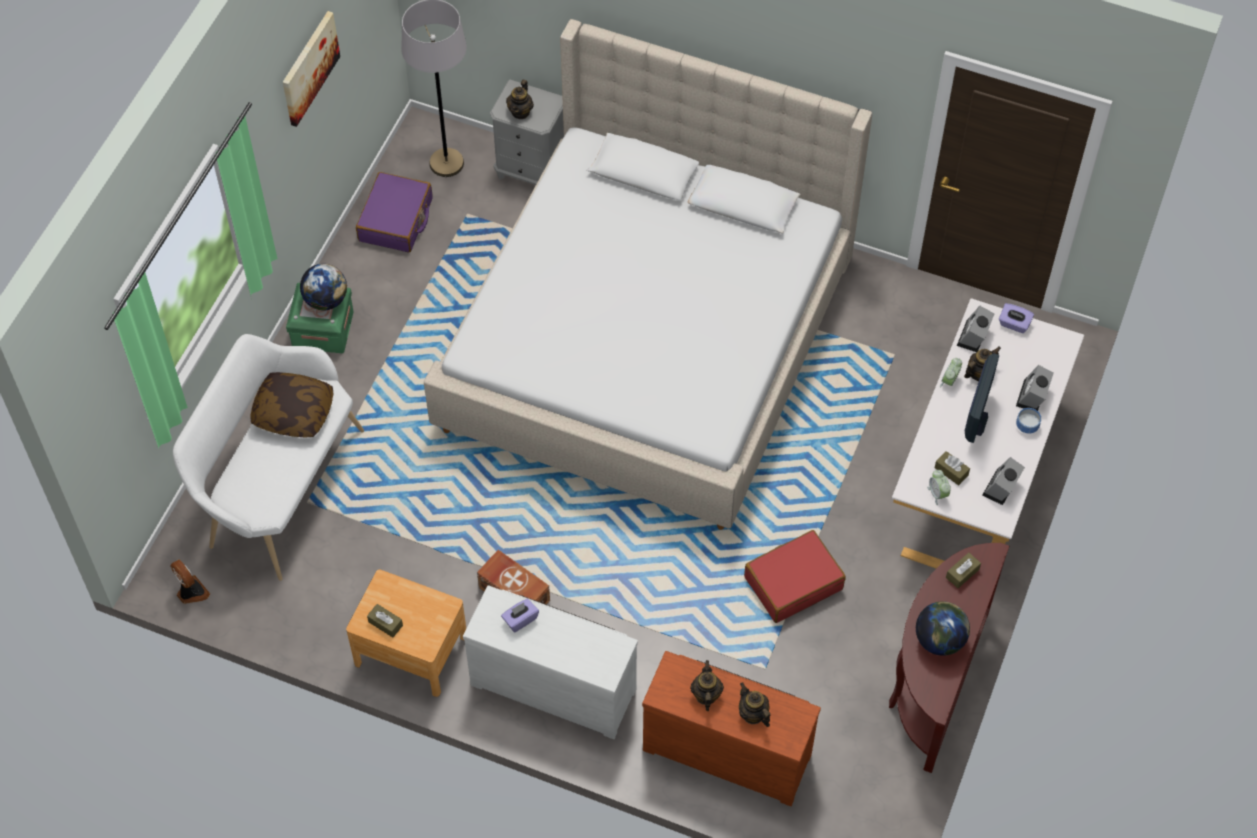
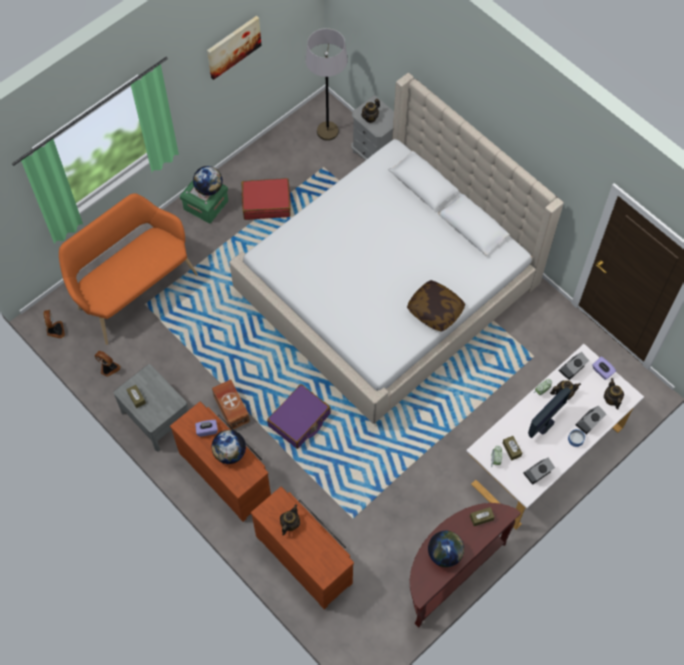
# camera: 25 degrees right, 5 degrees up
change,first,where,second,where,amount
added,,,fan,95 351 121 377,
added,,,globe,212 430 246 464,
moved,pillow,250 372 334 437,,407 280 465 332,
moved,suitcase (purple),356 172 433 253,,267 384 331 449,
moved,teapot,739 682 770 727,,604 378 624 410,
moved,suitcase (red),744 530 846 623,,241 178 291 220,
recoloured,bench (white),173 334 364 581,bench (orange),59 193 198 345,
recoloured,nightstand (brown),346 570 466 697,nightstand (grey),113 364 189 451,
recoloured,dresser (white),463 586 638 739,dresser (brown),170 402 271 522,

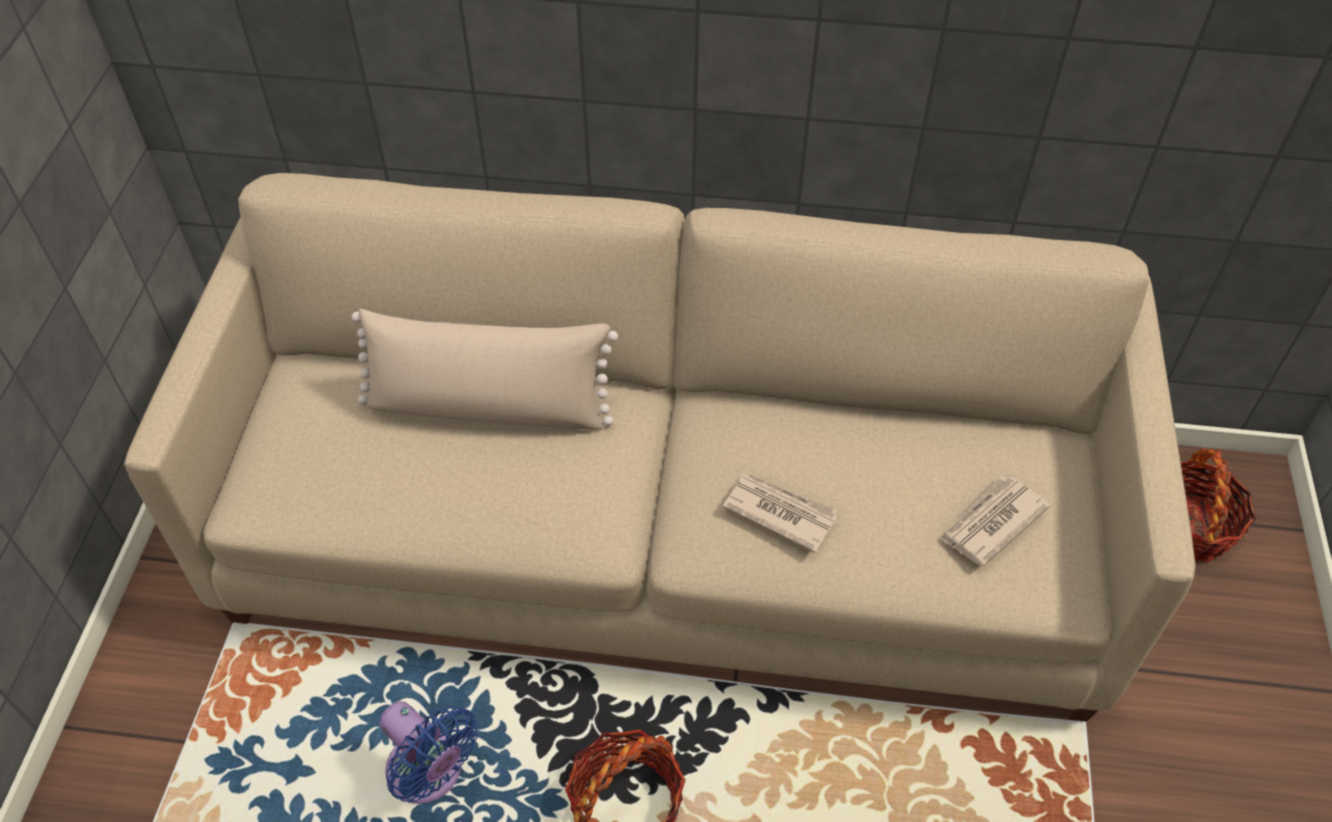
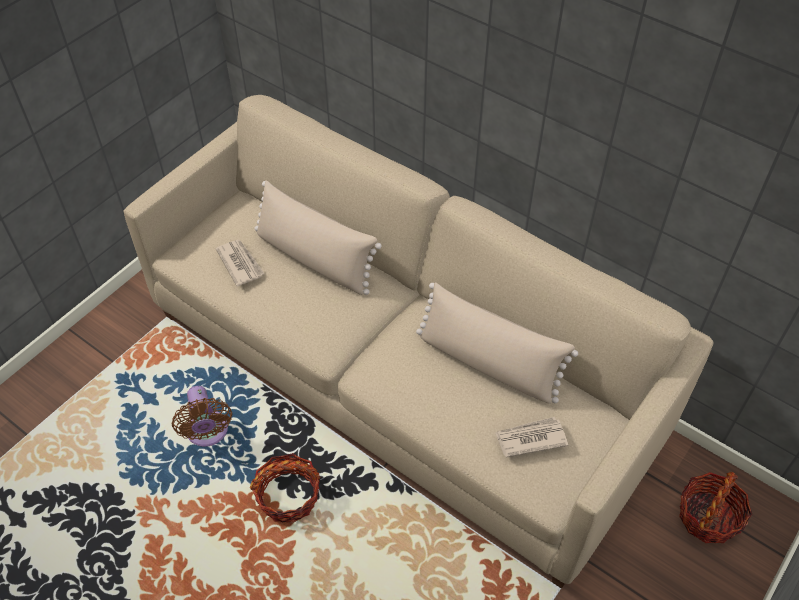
# camera: 30 degrees right, 0 degrees up
change,first,where,second,where,amount
added,,,pillow (beige),416 282 578 404,
moved,newspaper,723 473 838 553,,216 240 265 286,
recoloured,fan (blue),379 701 478 804,fan (brown),172 386 232 447,

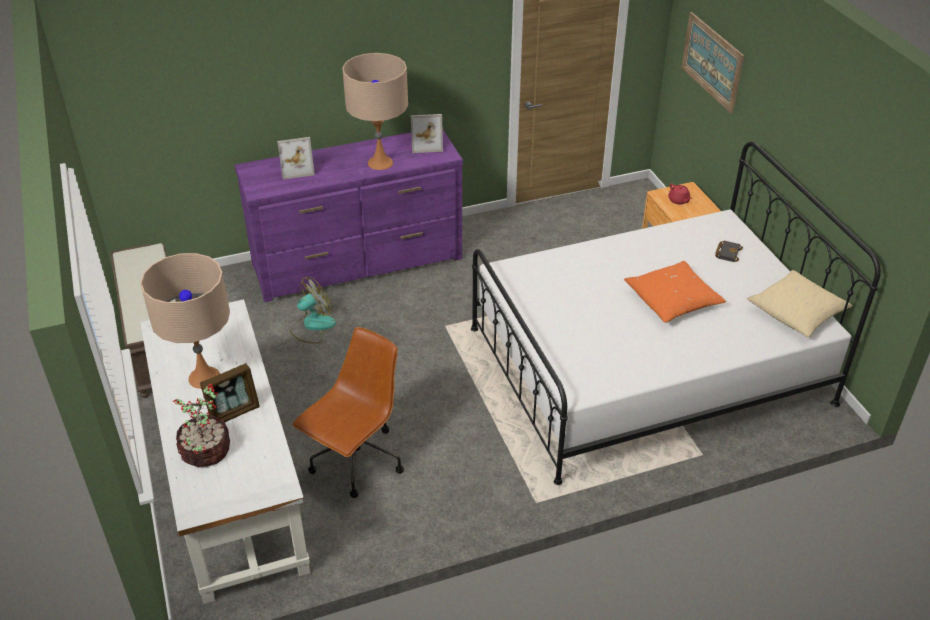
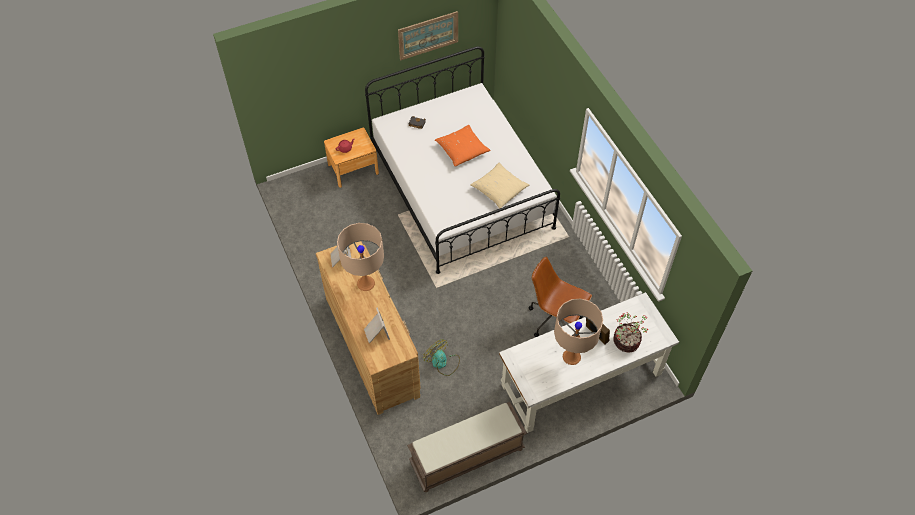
# camera: 95 degrees left, 15 degrees up
change,first,where,second,where,amount
moved,picture,681 12 744 113,,398 11 458 60,
moved,pillow (beige),747 270 853 337,,471 163 529 208,
recoloured,dresser (purple),235 129 463 302,dresser (brown),316 241 421 415,

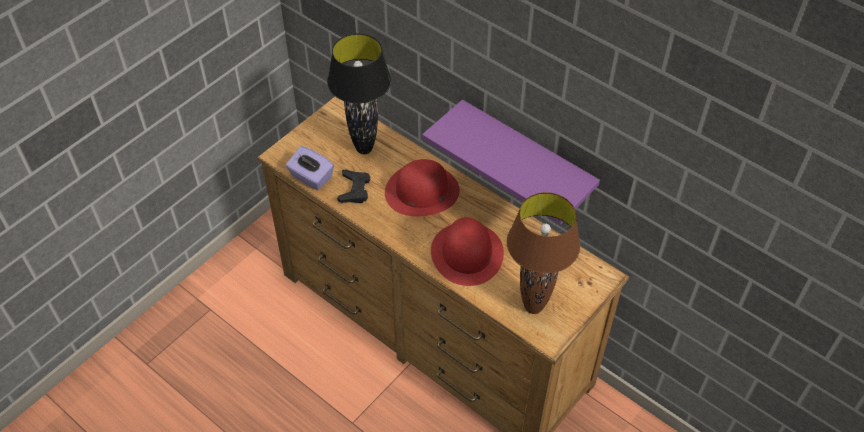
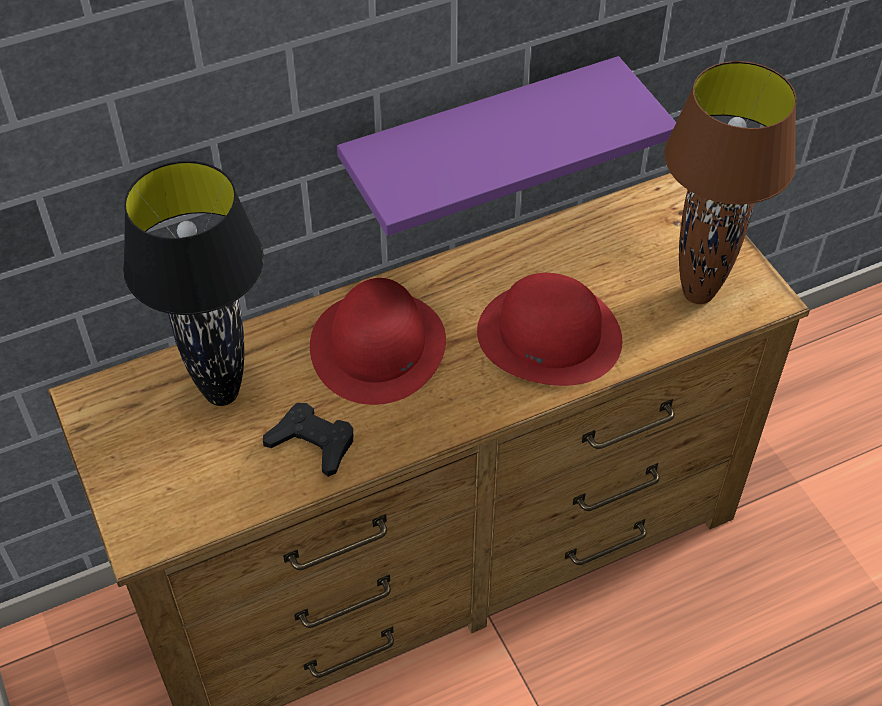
# camera: 65 degrees left, 0 degrees up
change,first,where,second,where,amount
removed,tissue box (purple),286 146 334 190,,,

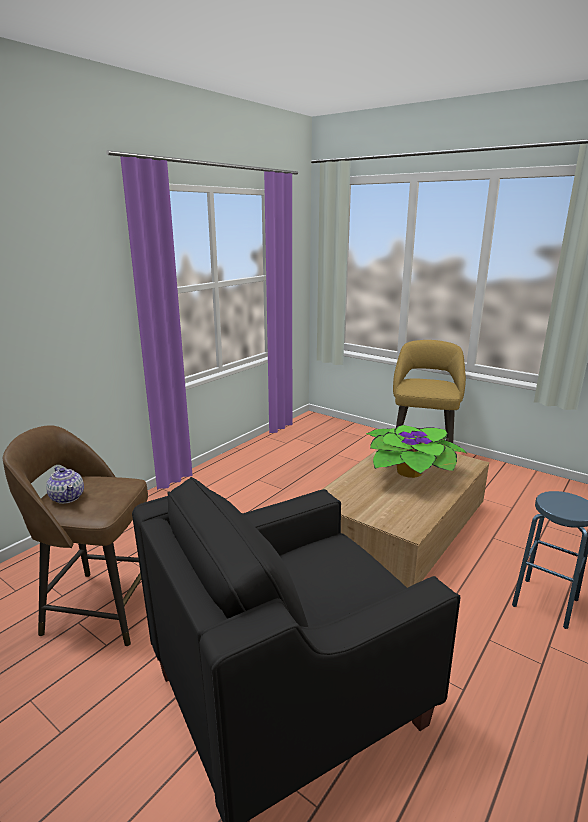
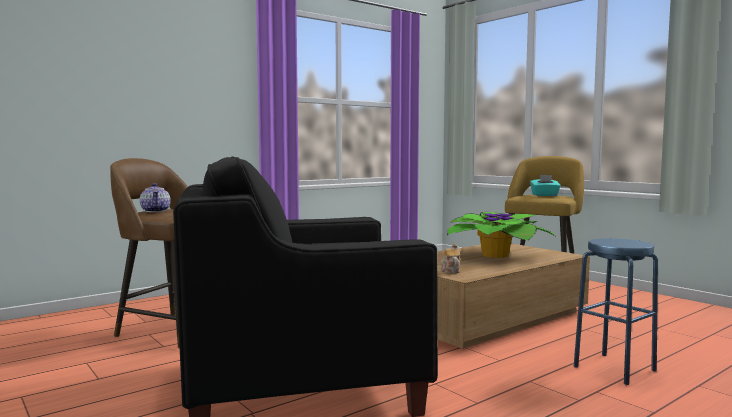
# camera: 15 degrees right, 15 degrees down
change,first,where,second,where,amount
added,,,teapot,440 243 461 273,
added,,,tissue box (turquoise),530 175 561 196,

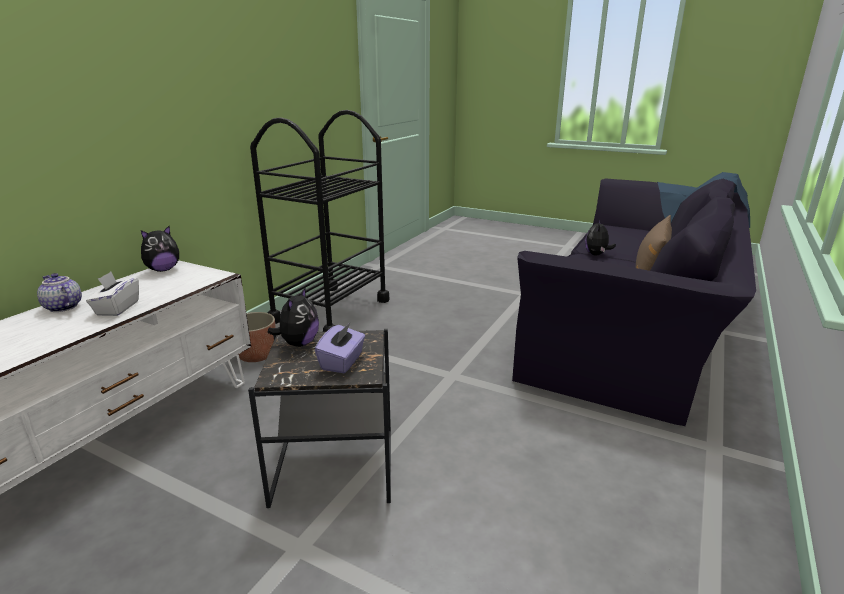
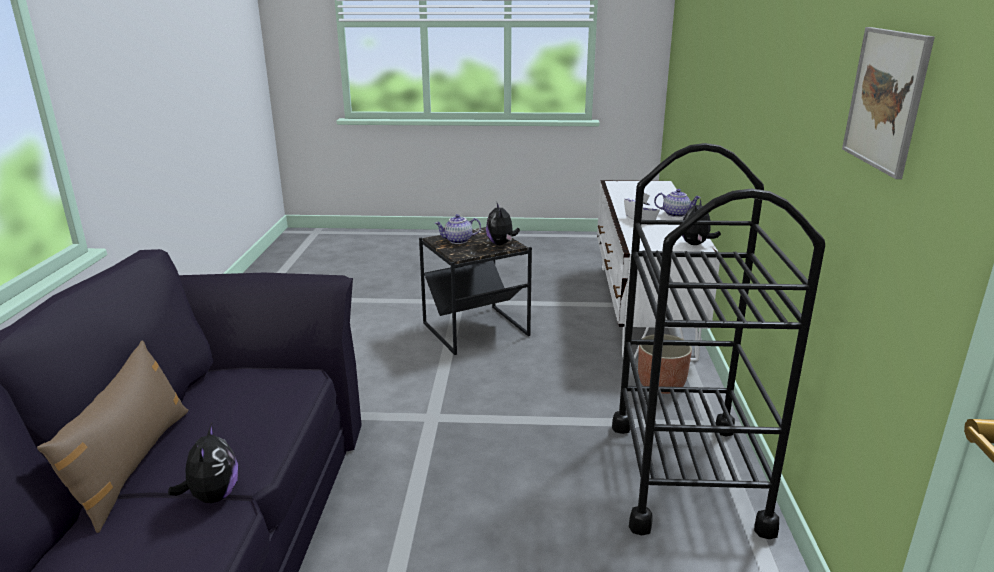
# camera: 155 degrees right, 0 degrees up
change,first,where,second,where,amount
added,,,picture,842 27 935 179,
replaced,tissue box (purple),315 322 365 373,teapot,435 214 481 244,

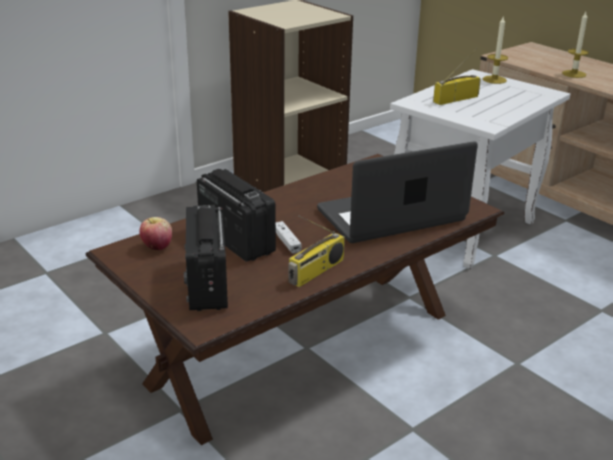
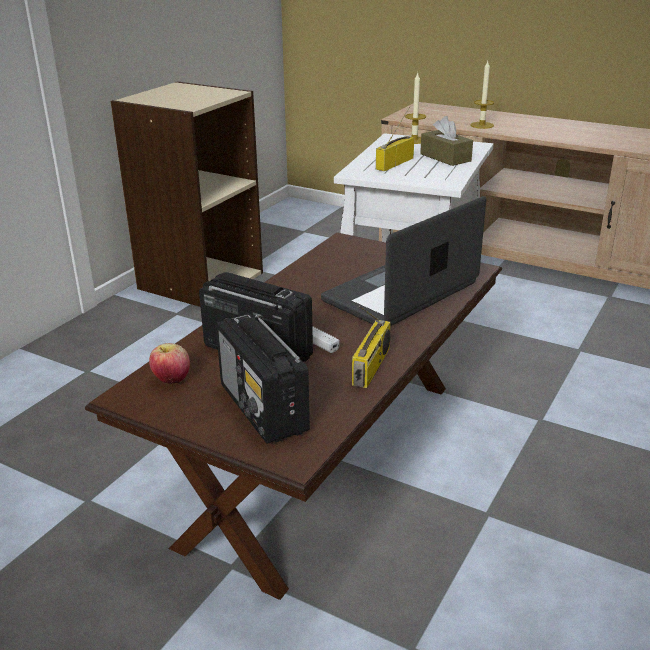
# camera: 20 degrees left, 0 degrees up
change,first,where,second,where,amount
added,,,tissue box (brown),420 116 473 166,

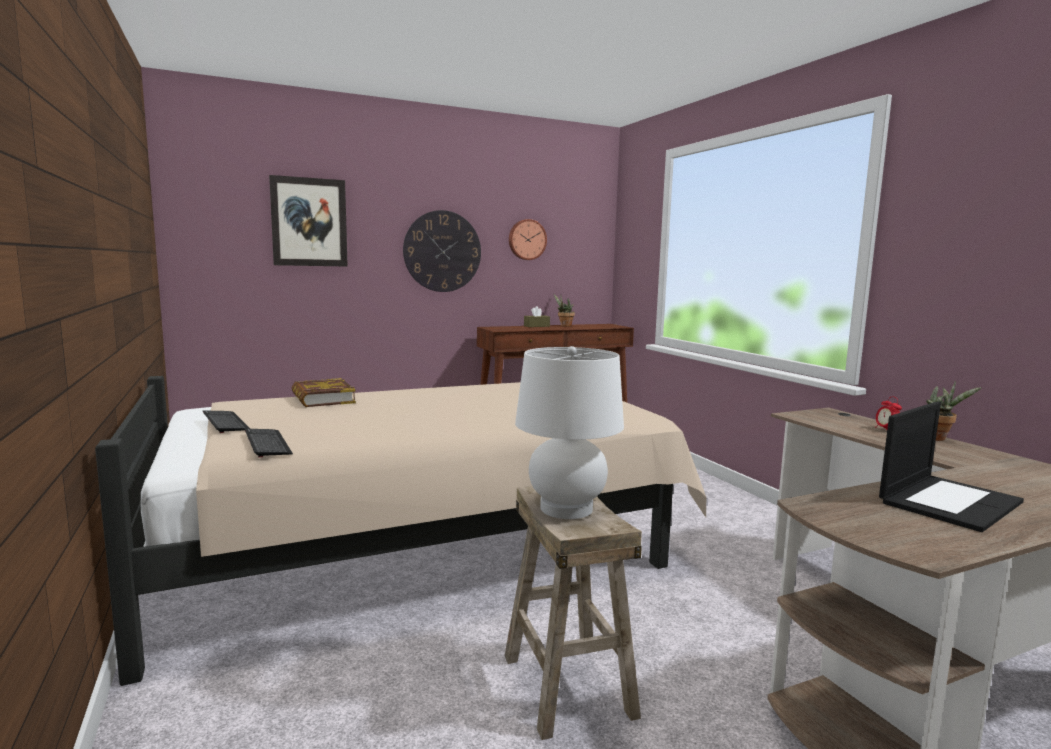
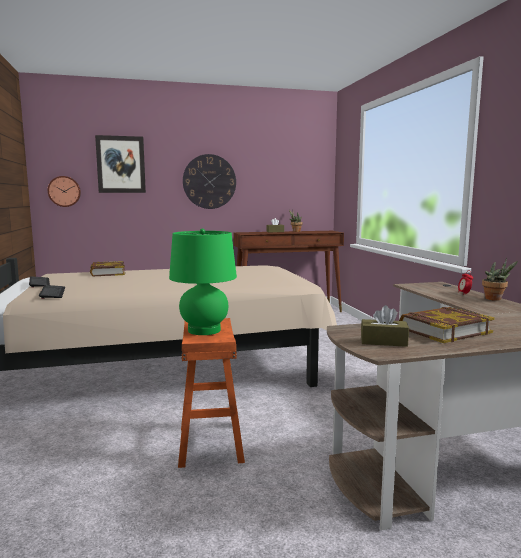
# camera: 10 degrees right, 0 degrees up
change,first,where,second,where,amount
added,,,tissue box (brown),361 305 409 347,
moved,wall clock,509 219 547 260,,48 176 81 207,
replaced,laptop,879 402 1024 532,book,399 307 494 343,
recoloured,stool (beige),504 486 642 740,stool (orange),178 318 245 468,
recoloured,table lamp (white),515 346 624 519,table lamp (green),169 228 237 335,

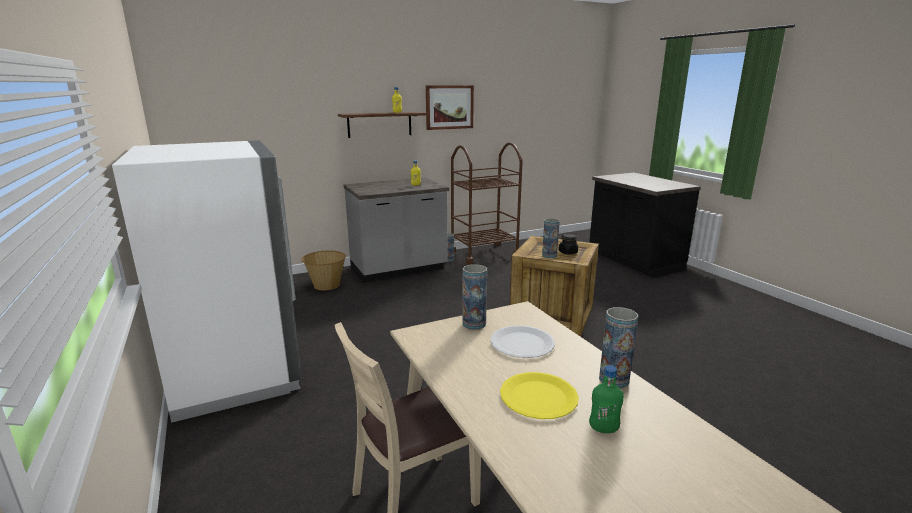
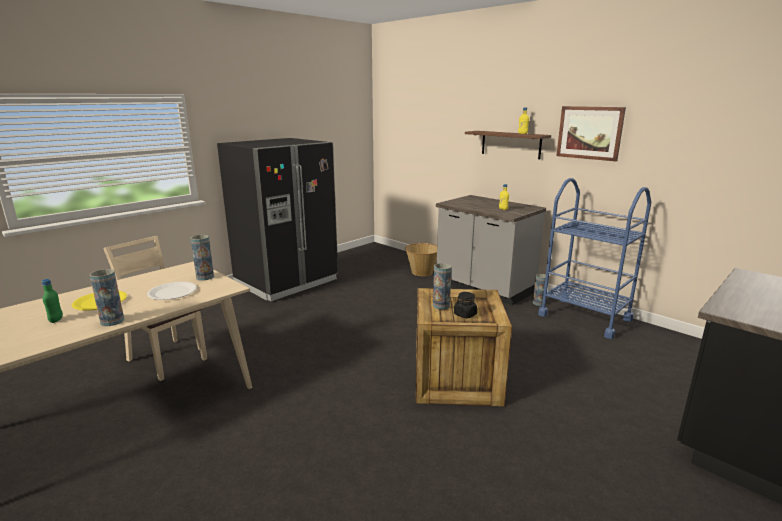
# camera: 70 degrees right, 0 degrees up
change,first,where,second,where,amount
recoloured,fridge (white),112 140 302 423,fridge (black),217 138 338 301,
recoloured,cart (brown),451 142 523 265,cart (blue),538 178 651 339,

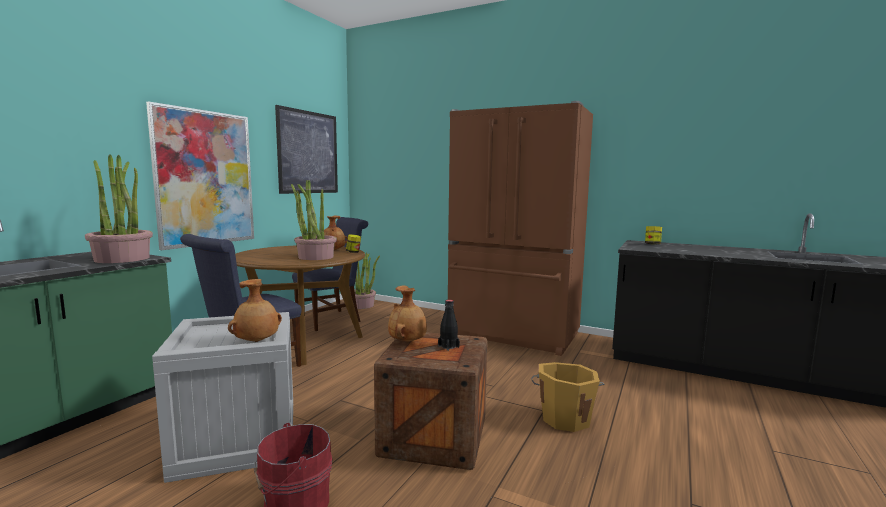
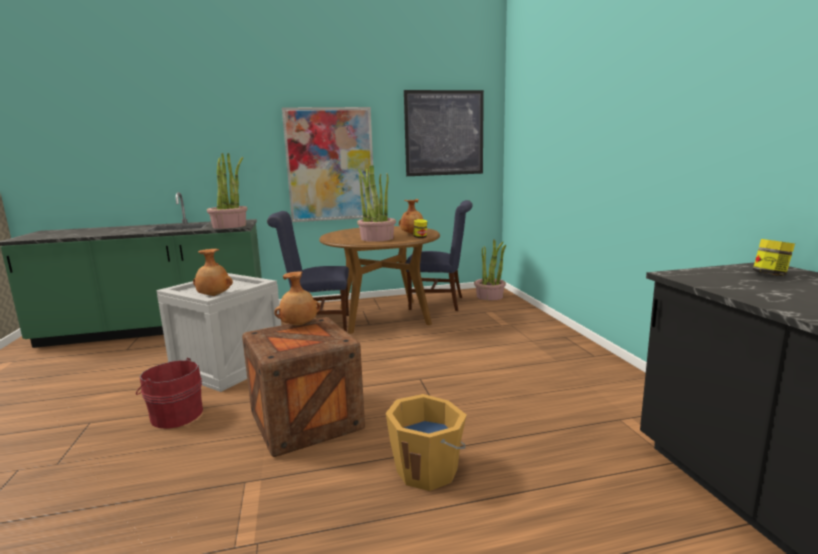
# camera: 50 degrees right, 5 degrees up
change,first,where,second,where,amount
removed,bottle (black),438 300 460 351,,,
removed,fridge (brown),448 101 593 356,,,

